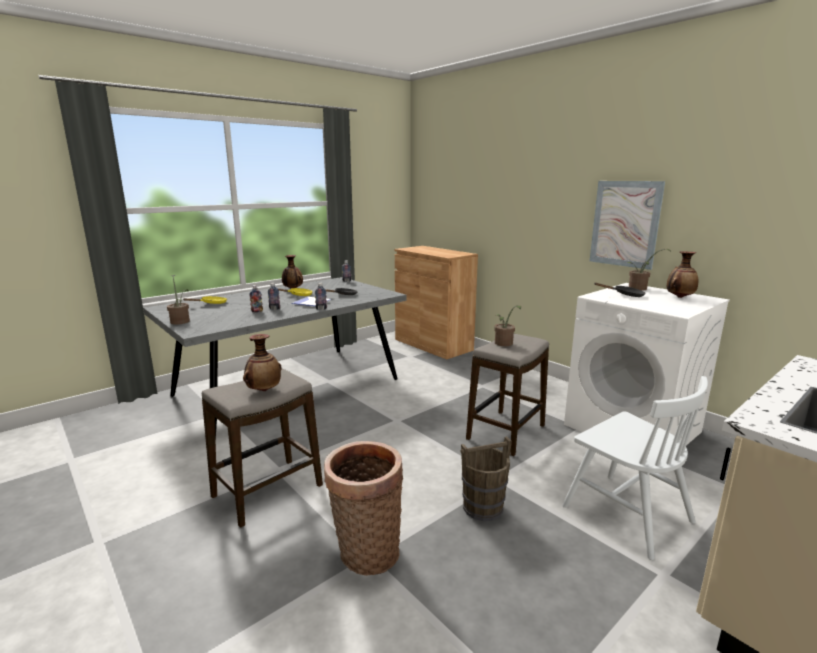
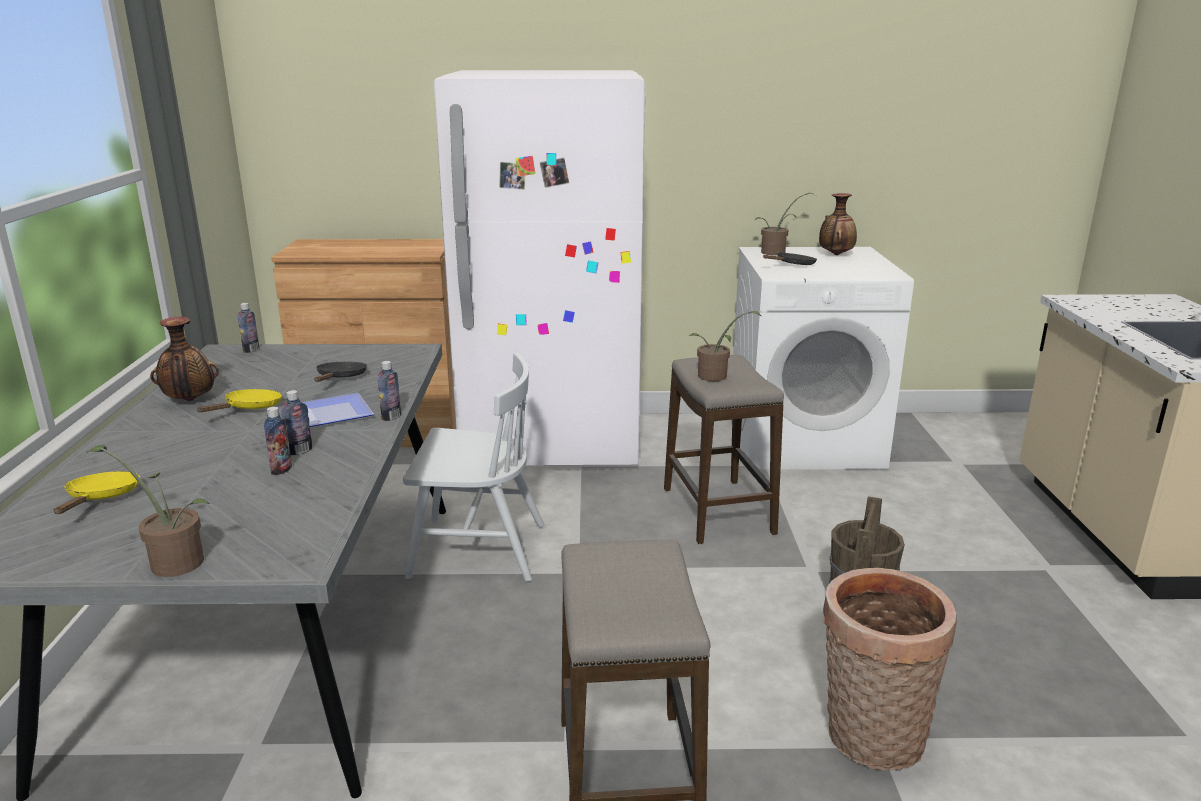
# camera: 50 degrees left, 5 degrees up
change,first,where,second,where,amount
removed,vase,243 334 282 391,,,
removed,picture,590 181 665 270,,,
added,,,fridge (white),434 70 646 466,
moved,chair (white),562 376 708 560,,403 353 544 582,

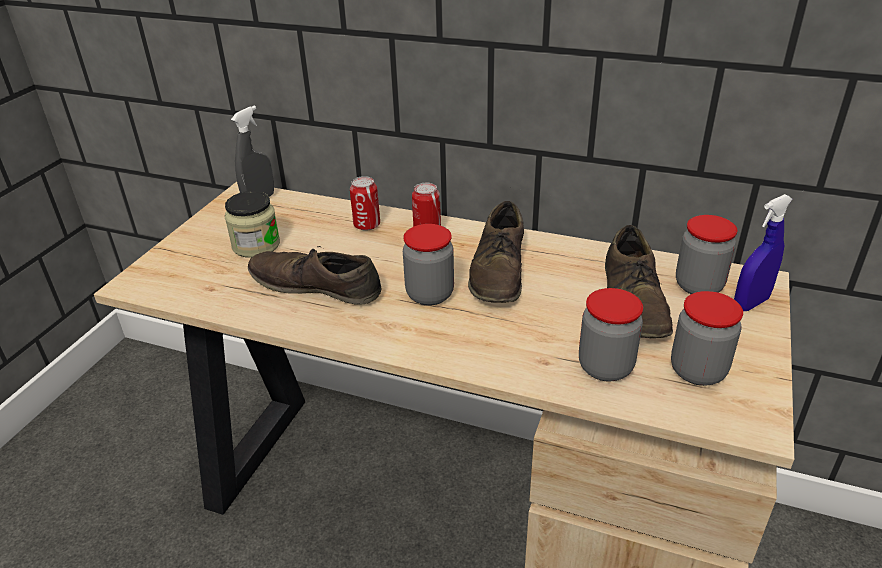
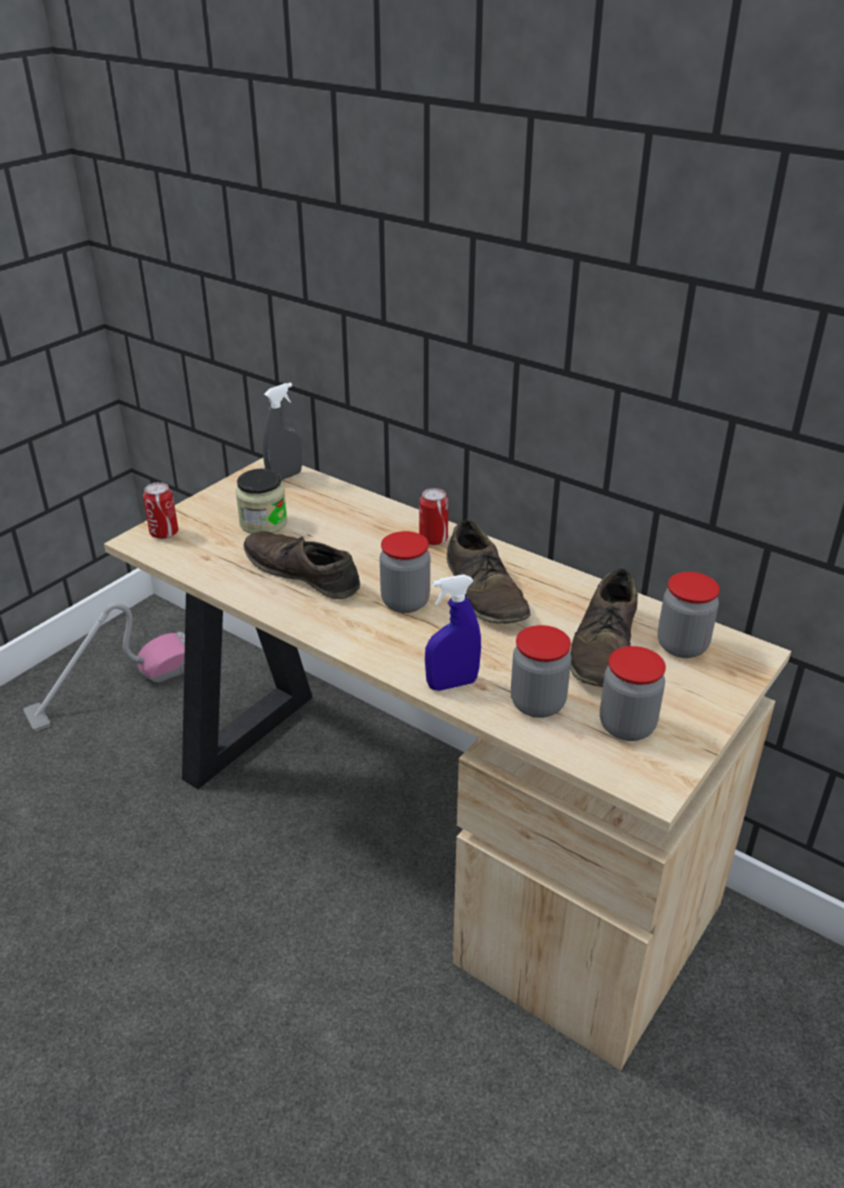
# camera: 15 degrees right, 0 degrees up
change,first,where,second,where,amount
added,,,vacuum cleaner,23 603 185 731,
moved,can,350 176 380 231,,143 482 178 539,
moved,spray bottle (blue),734 194 793 311,,425 574 481 691,
turned,shoe (brown),468 201 524 303,,447 519 531 624,45 degrees counterclockwise

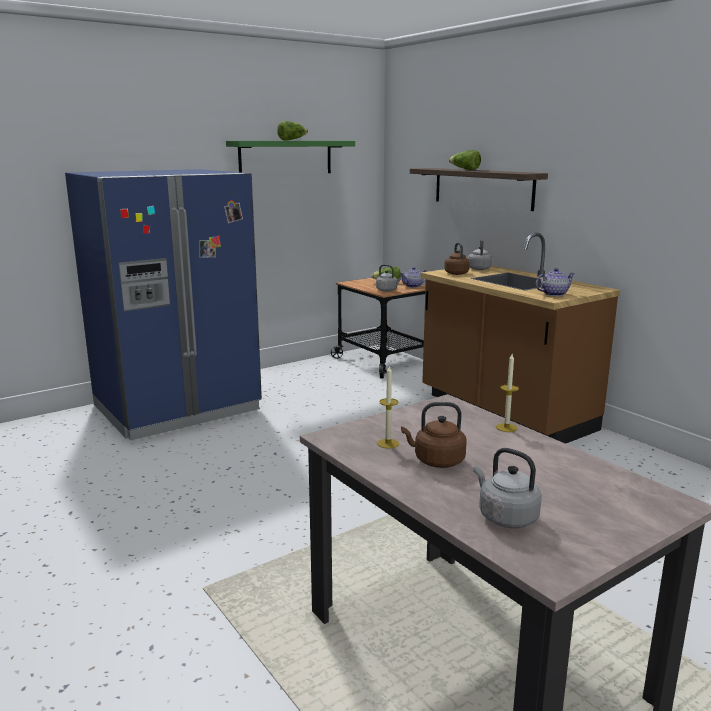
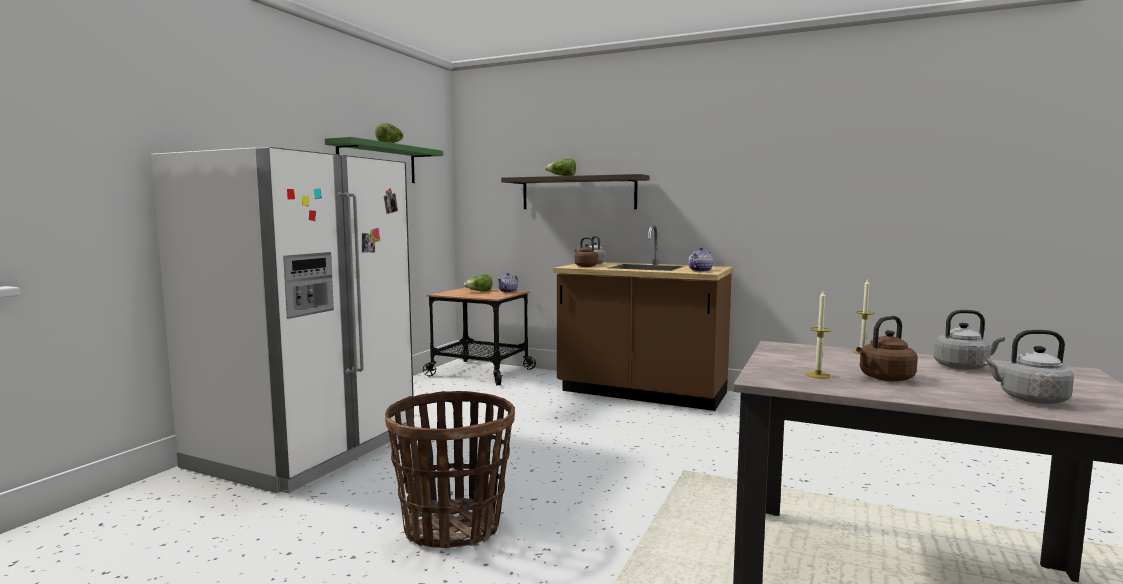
# camera: 30 degrees left, 10 degrees down
change,first,where,second,where,amount
added,,,basket,385 391 515 548,
moved,kettle (grey),376 264 401 292,,934 310 1005 370,
recoloured,fridge (blue),65 169 262 441,fridge (white),151 147 414 494,

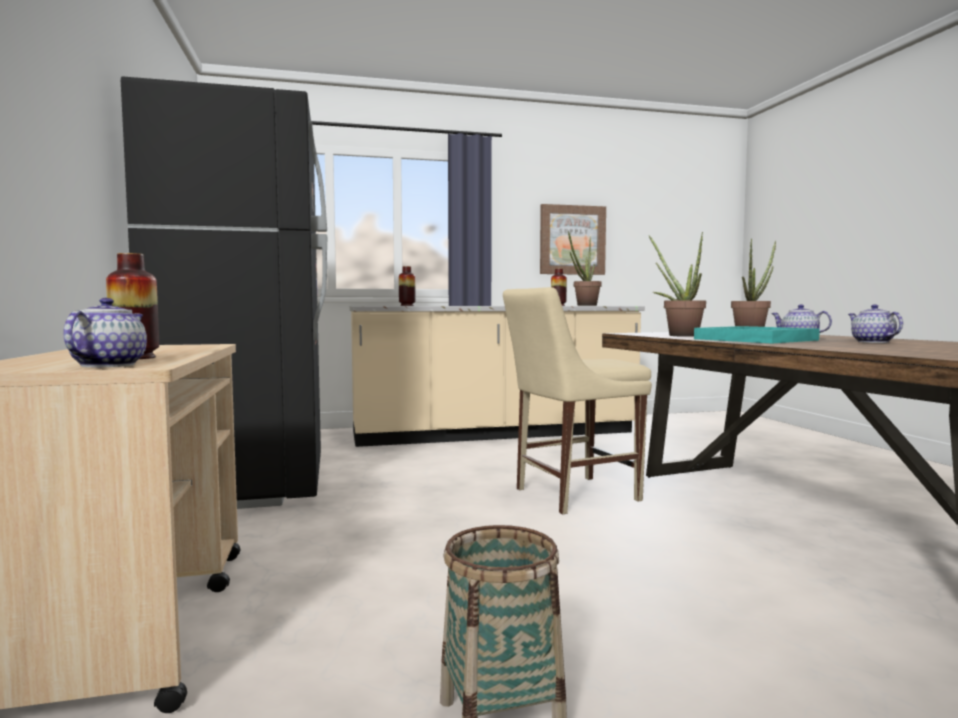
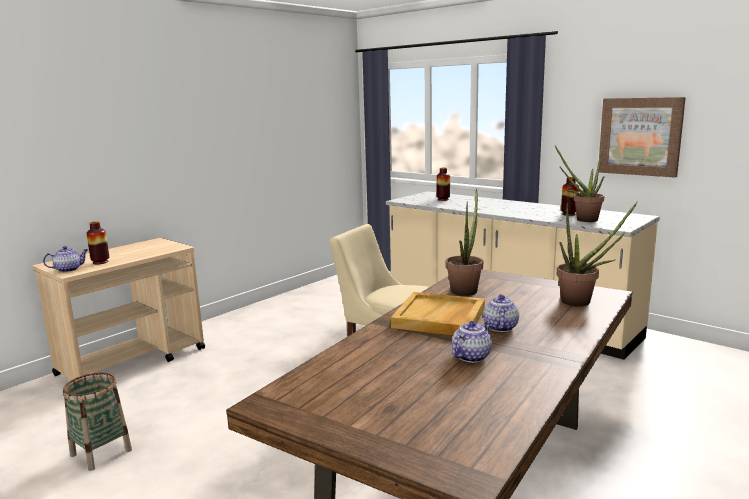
# camera: 55 degrees right, 10 degrees up
change,first,where,second,where,amount
removed,fridge (black),121 76 327 509,,,
recoloured,tray (turquoise),694 326 820 343,tray (beige),391 292 485 335,

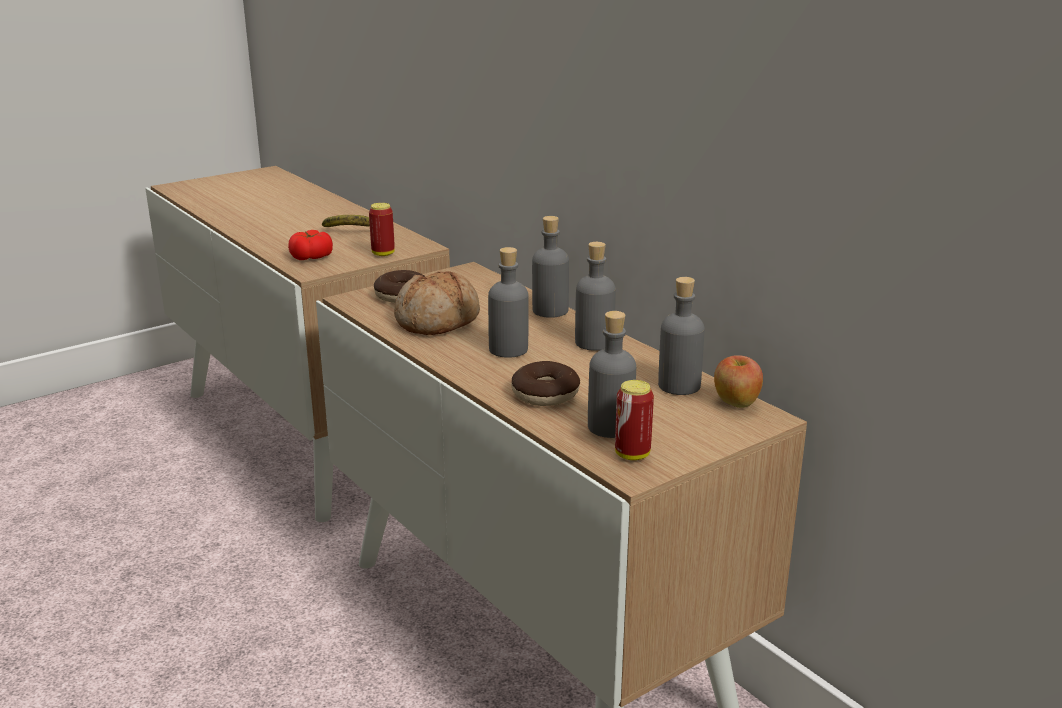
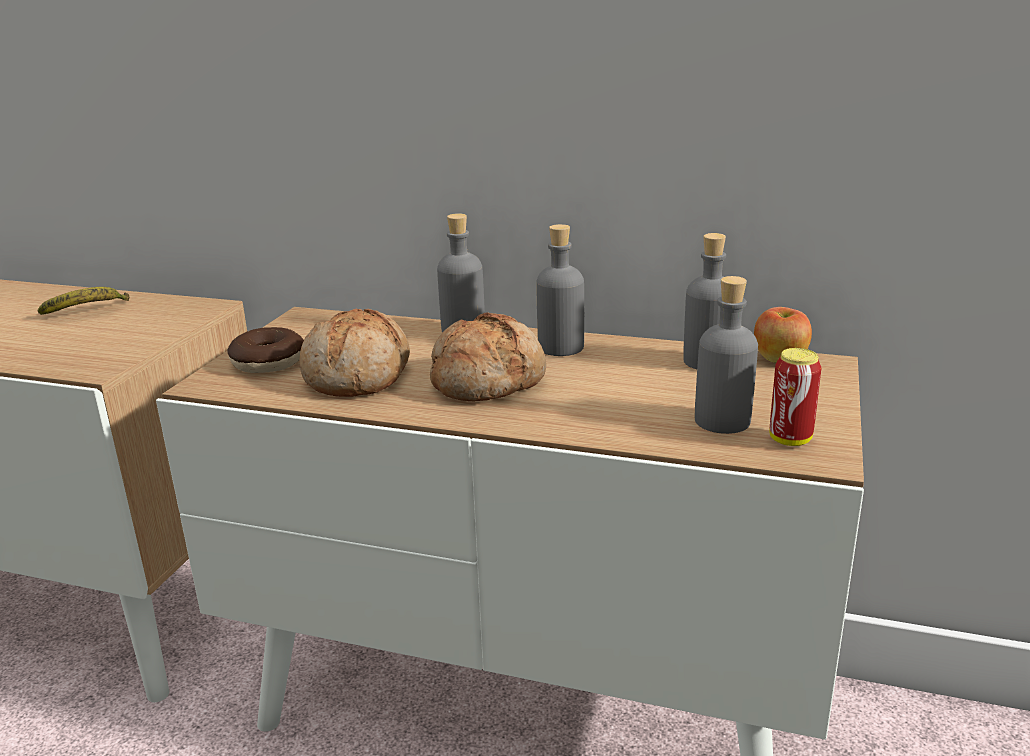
# camera: 35 degrees left, 0 degrees up
change,first,where,second,where,amount
removed,tomato,288 230 333 260,,,
removed,can,369 203 395 256,,,
removed,donut,511 361 580 406,,,
replaced,bottle (grey),488 247 529 358,bread,430 312 546 402,

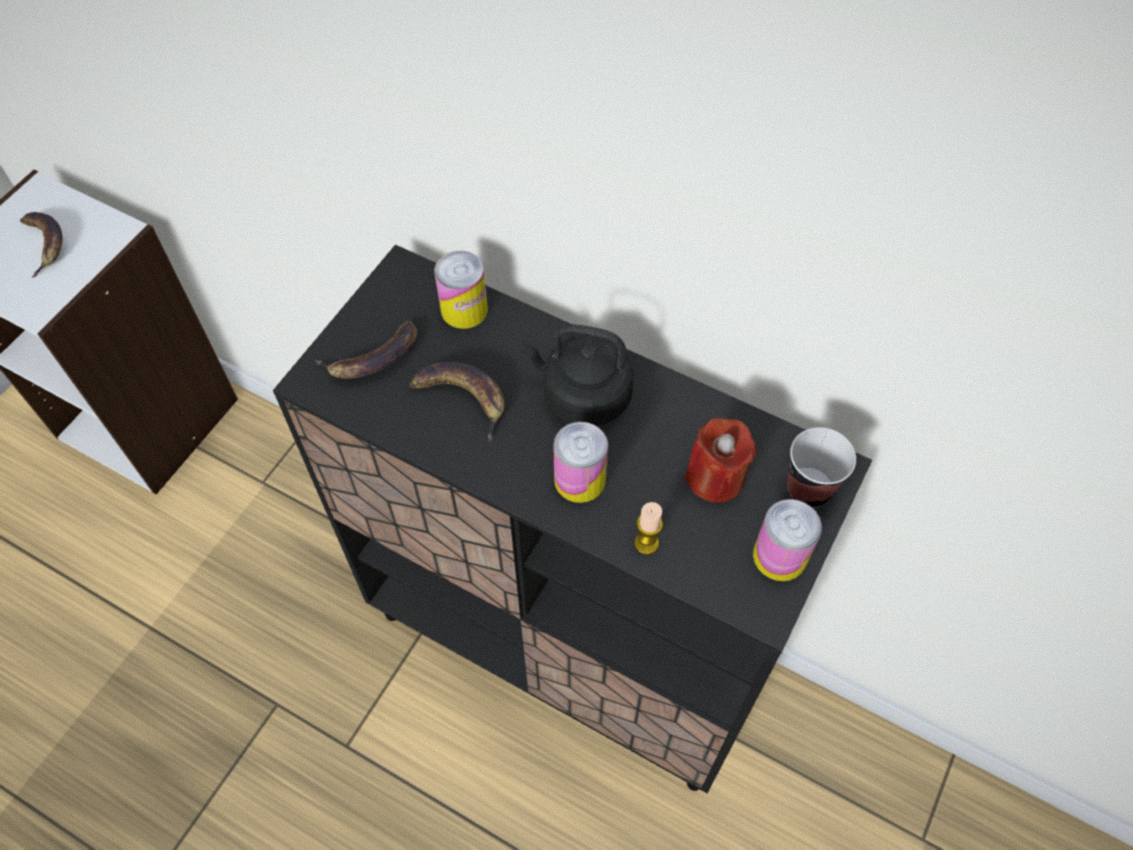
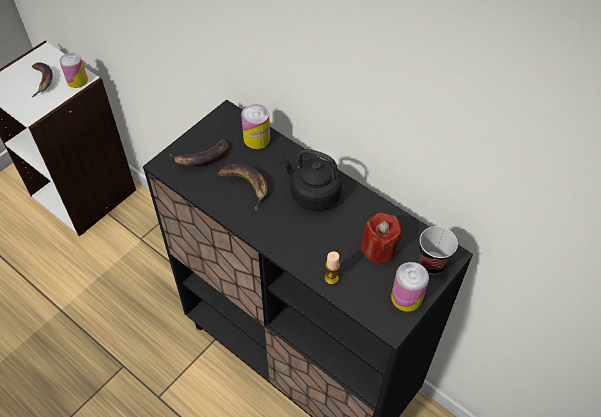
# camera: 10 degrees right, 5 degrees down
change,first,where,second,where,amount
moved,can,553 422 608 503,,59 53 88 88,

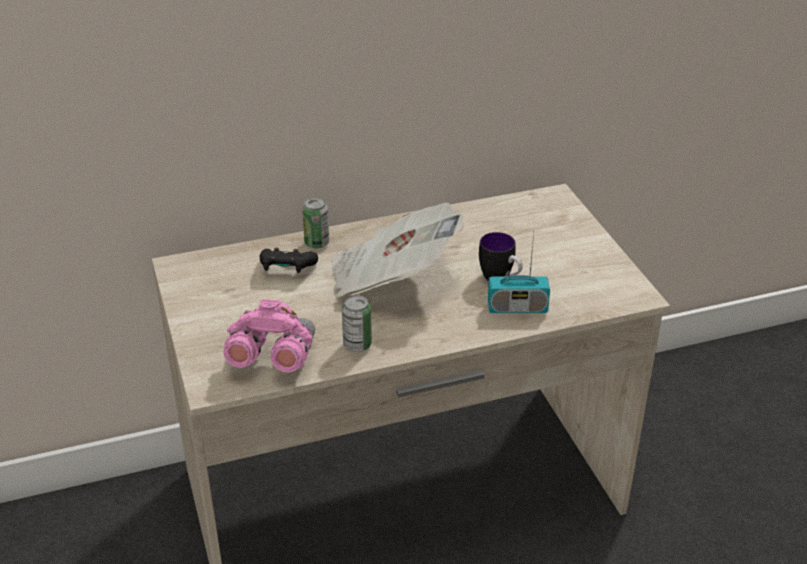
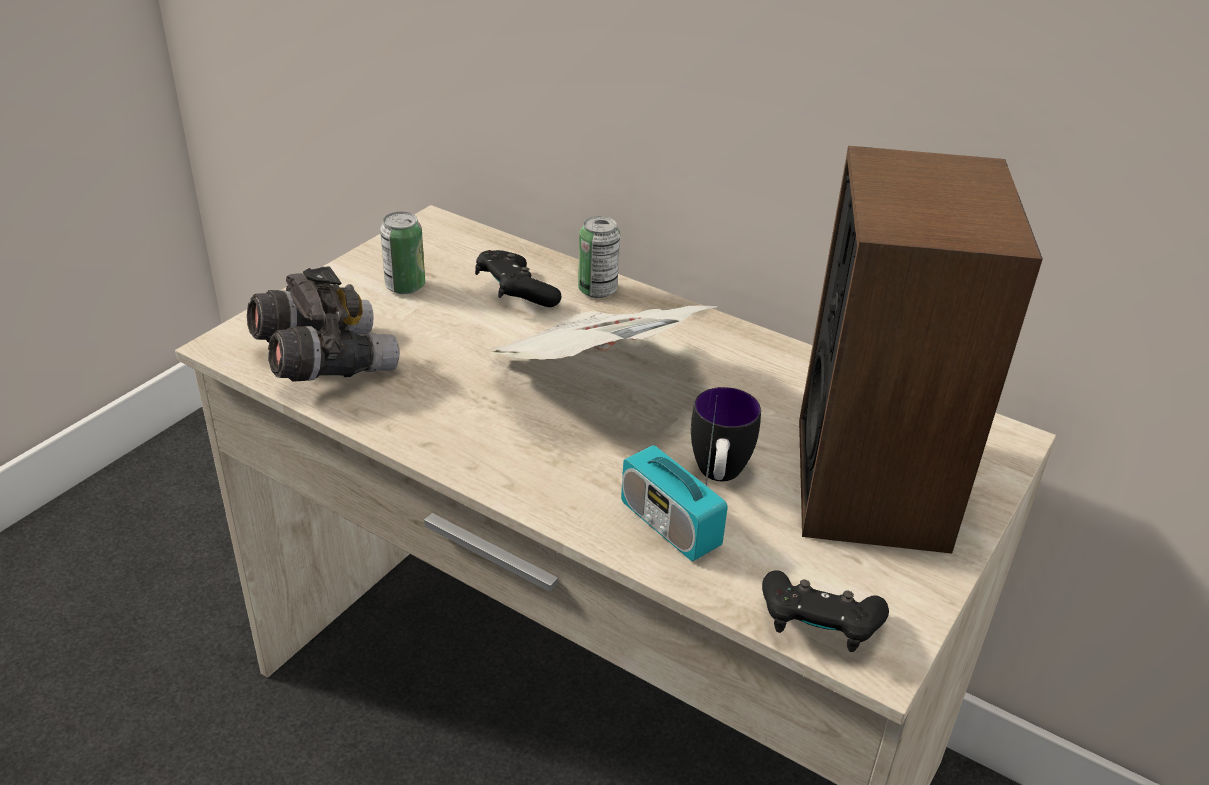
# camera: 50 degrees right, 0 degrees up
change,first,where,second,where,amount
added,,,game controller (black),762 570 889 652,
added,,,speaker,799 146 1043 554,
moved,can,342 295 372 352,,380 212 425 294,
recoloured,binoculars (pink),224 299 315 373,binoculars (grey),247 266 399 382,

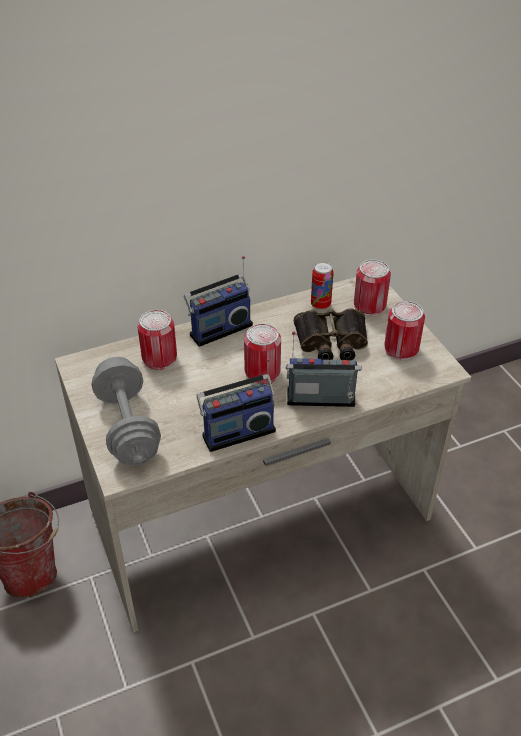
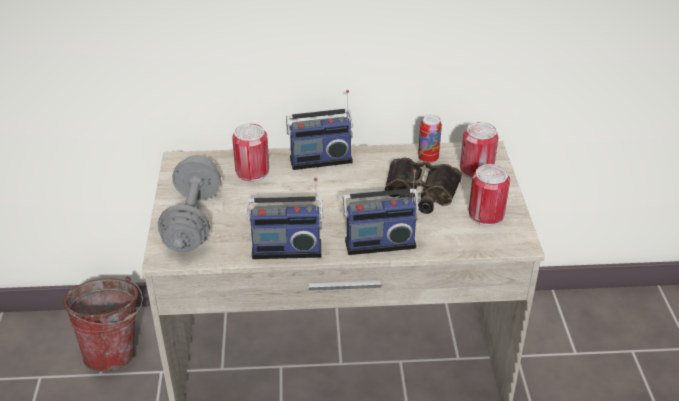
# camera: 20 degrees right, 5 degrees down
change,first,where,second,where,amount
removed,can,244 324 281 384,,,
turned,radio,286 331 362 407,,343 170 419 255,150 degrees clockwise

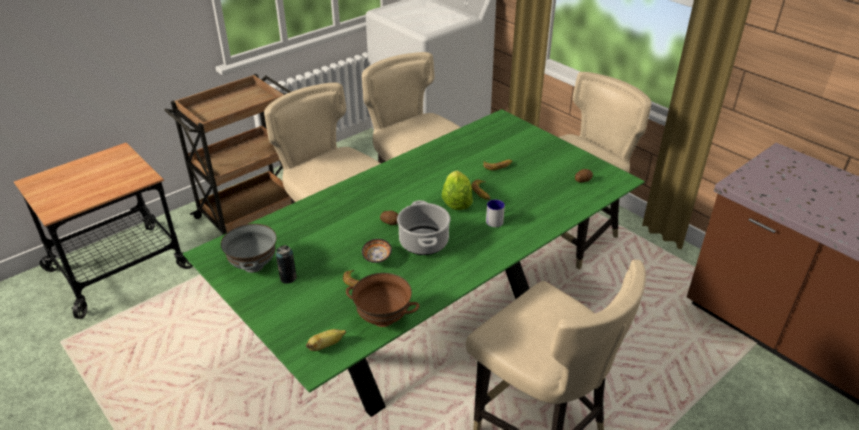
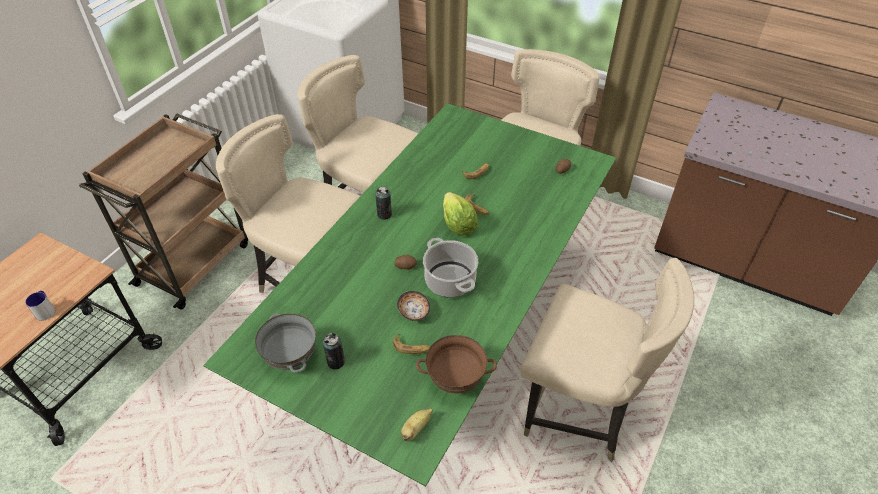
# camera: 20 degrees left, 10 degrees up
change,first,where,second,where,amount
added,,,can,375 187 392 220,
moved,mug,486 200 505 227,,25 291 55 321,

